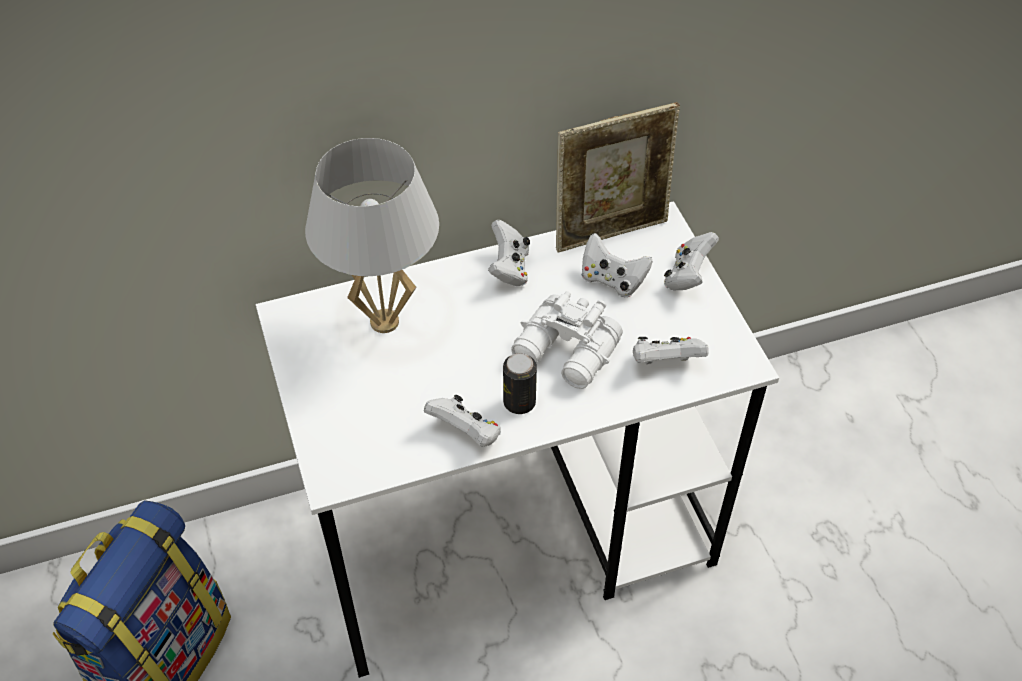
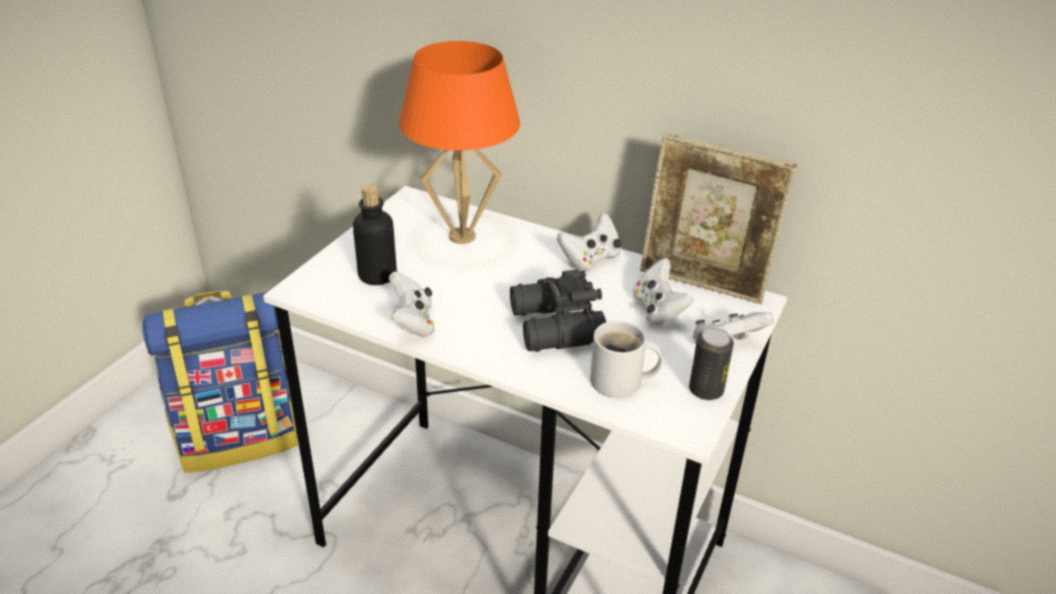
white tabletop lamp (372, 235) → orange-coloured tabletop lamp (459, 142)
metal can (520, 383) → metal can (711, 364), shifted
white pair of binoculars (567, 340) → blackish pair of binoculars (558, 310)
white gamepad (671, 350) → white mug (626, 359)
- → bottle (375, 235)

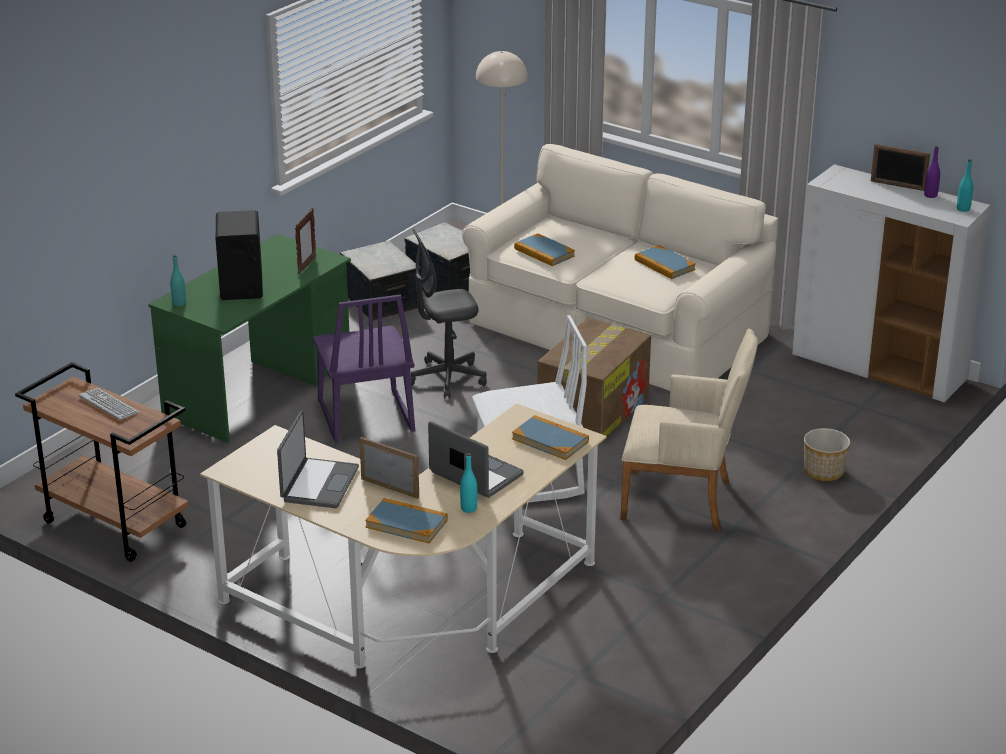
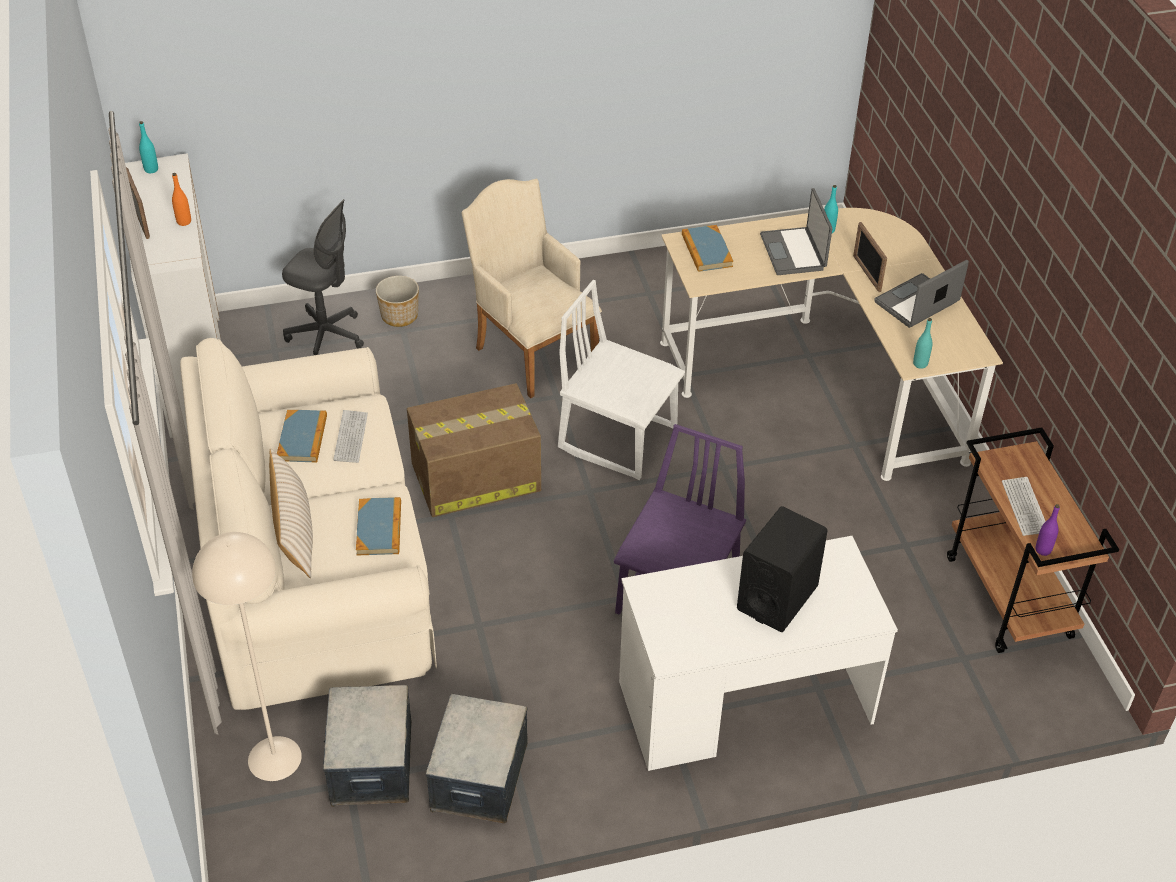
green desk unit (250, 338) → white desk unit (758, 653)
turquoise bottle (178, 280) → turquoise bottle (922, 343), shifted
standing frame (305, 241) → -
volume (406, 520) → -
greyish computer chair (449, 313) → greyish computer chair (323, 277), shifted
purple bottle (932, 172) → purple bottle (1047, 530), shifted
- → orange-coloured bottle (181, 199)
- → sand-coloured pillow (291, 513)
- → keyboard (350, 436)

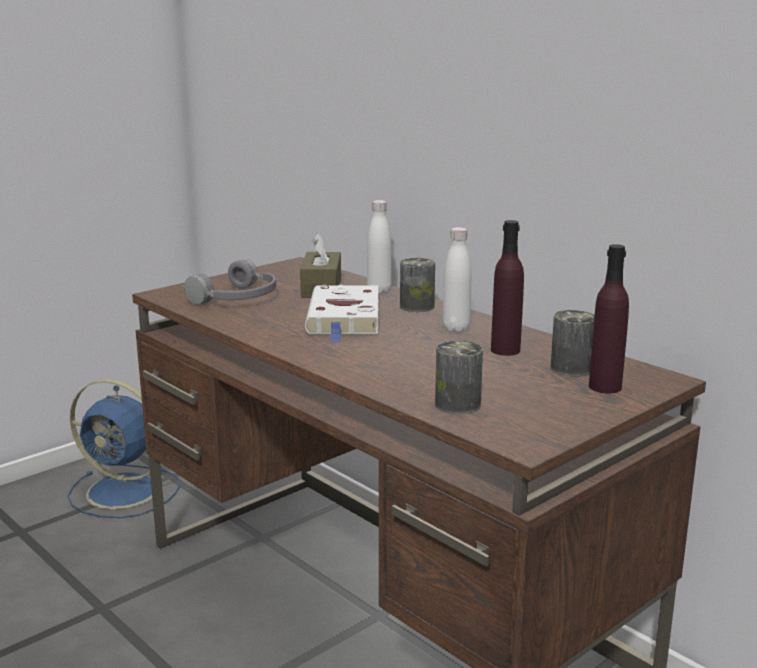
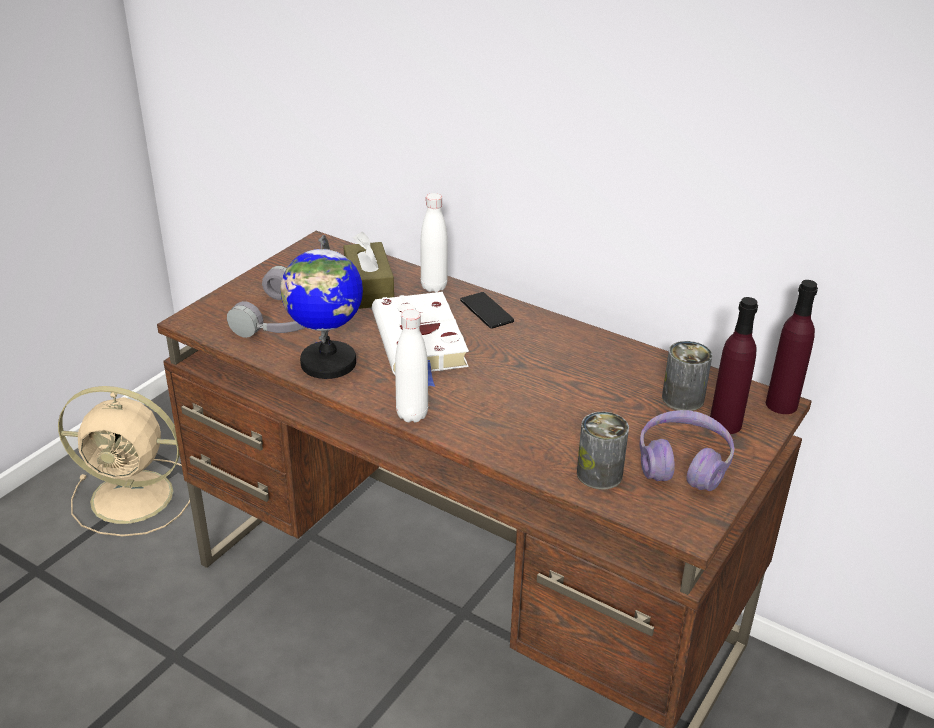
blue-coloured electric fan (124, 448) → sand-coloured electric fan (124, 461)
metal can (417, 285) → phone (487, 310)
white bottle (457, 280) → white bottle (411, 366), shifted
purple bottle (507, 288) → purple bottle (792, 347), shifted
- → world globe (321, 307)
- → purple headset (687, 450)

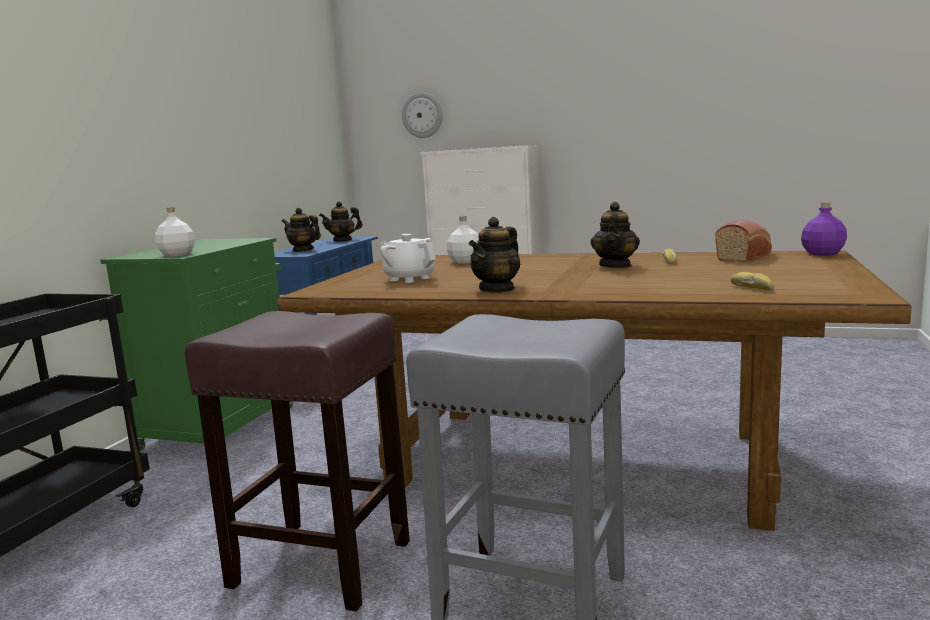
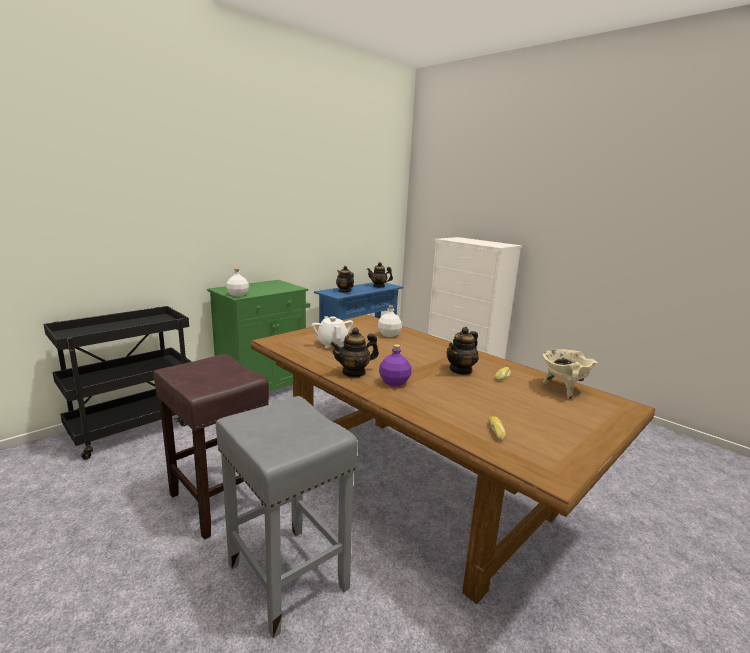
hanging clock (422, 115) → -
baked bread (743, 241) → sand-coloured cooking pot (570, 374)
purple bottle (824, 229) → purple bottle (395, 365), shifted

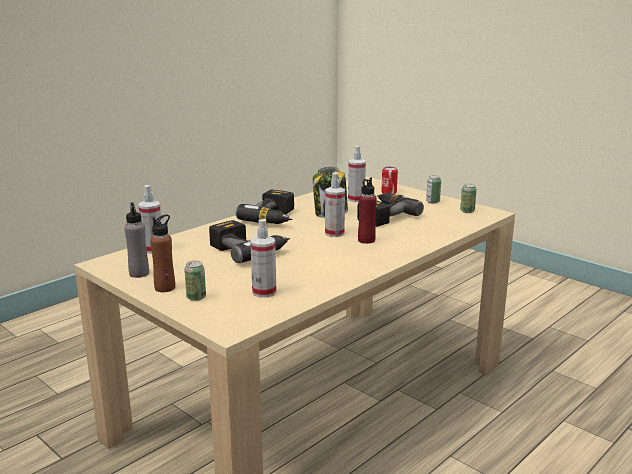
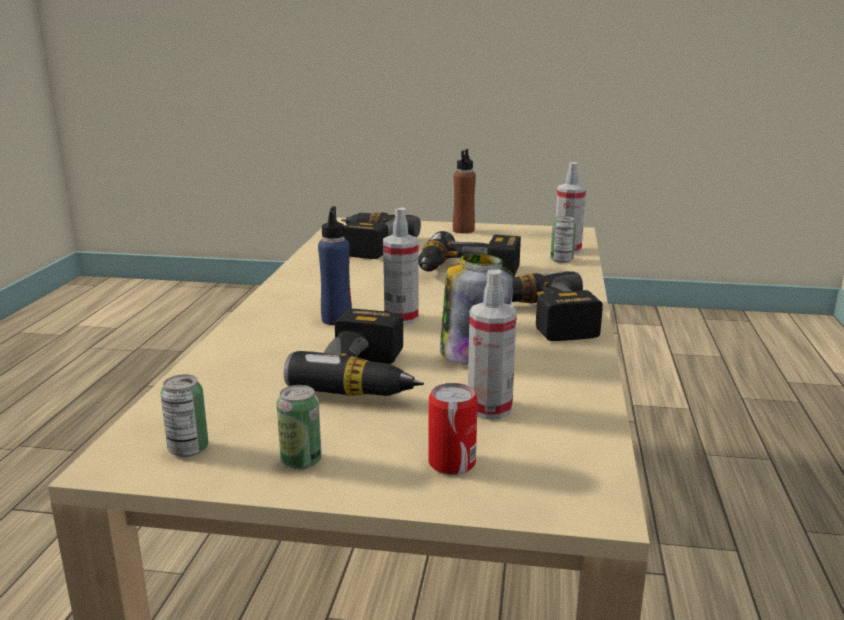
greyish bottle (136, 240) → -
metal can (195, 281) → metal can (563, 239), shifted
hand sprayer (263, 258) → electric drill (381, 235)
reddish bottle (367, 210) → blue-coloured bottle (335, 265)

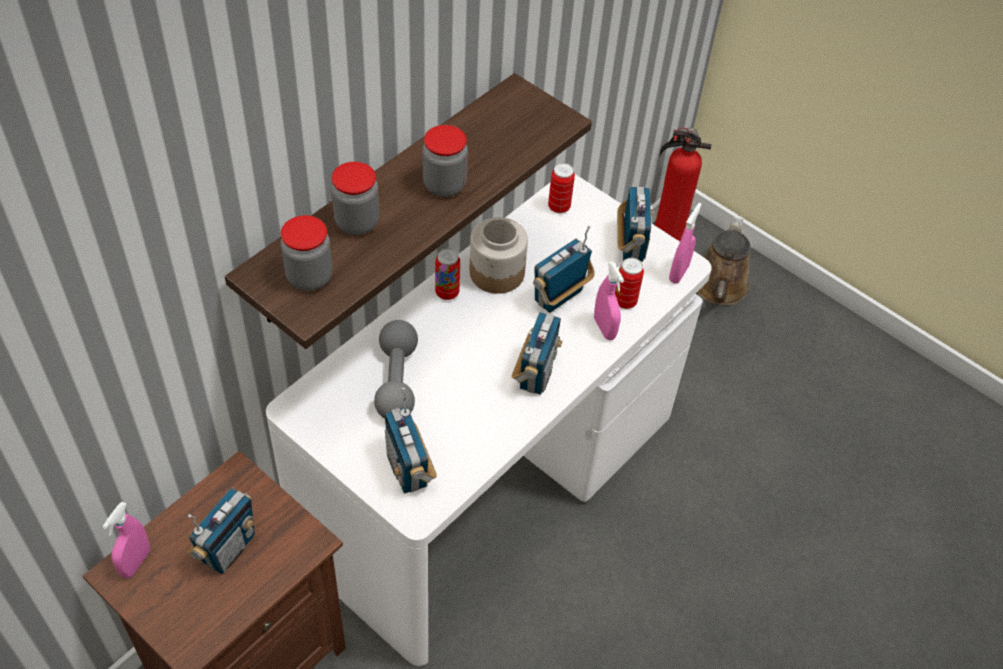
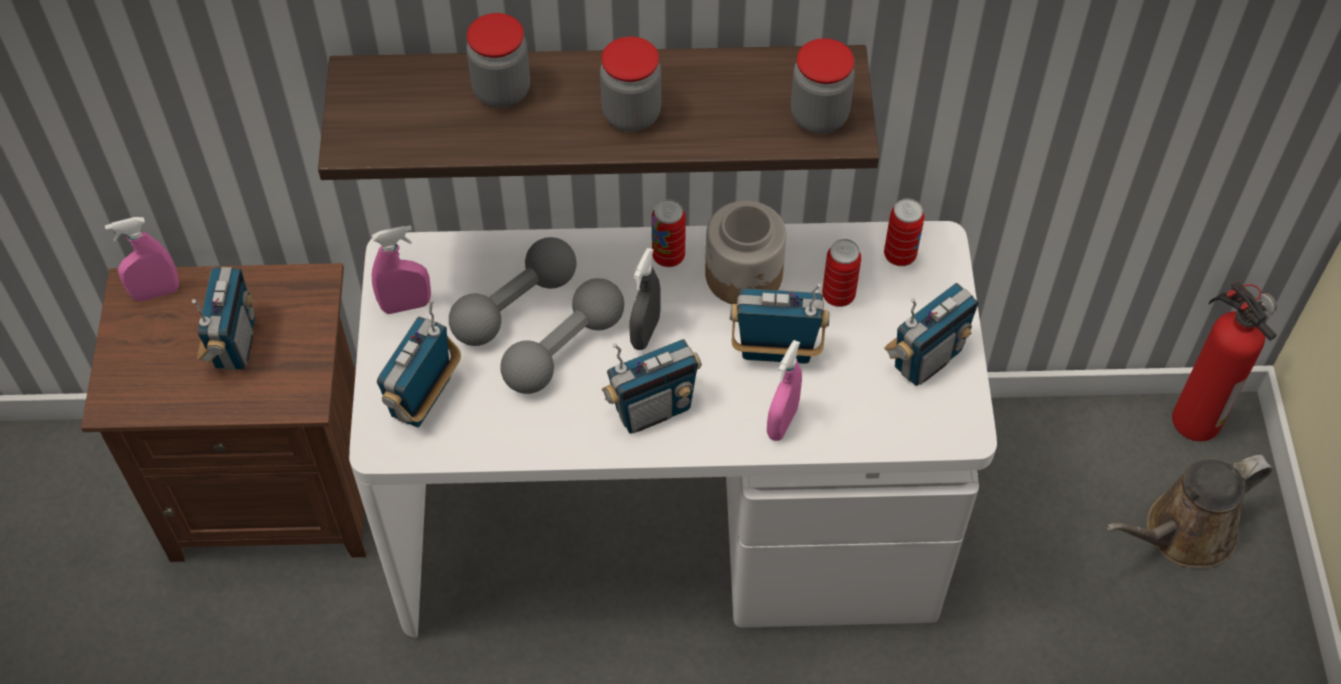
radio set (221, 531) → radio set (223, 318), 75 degrees counterclockwise
jar (306, 253) → jar (823, 86), shifted
metal can (629, 283) → metal can (841, 273), shifted
pinkish hand sprayer (685, 243) → pinkish hand sprayer (401, 269), shifted
- → greyish hand weight (562, 336)
- → greyish hand sprayer (645, 299)

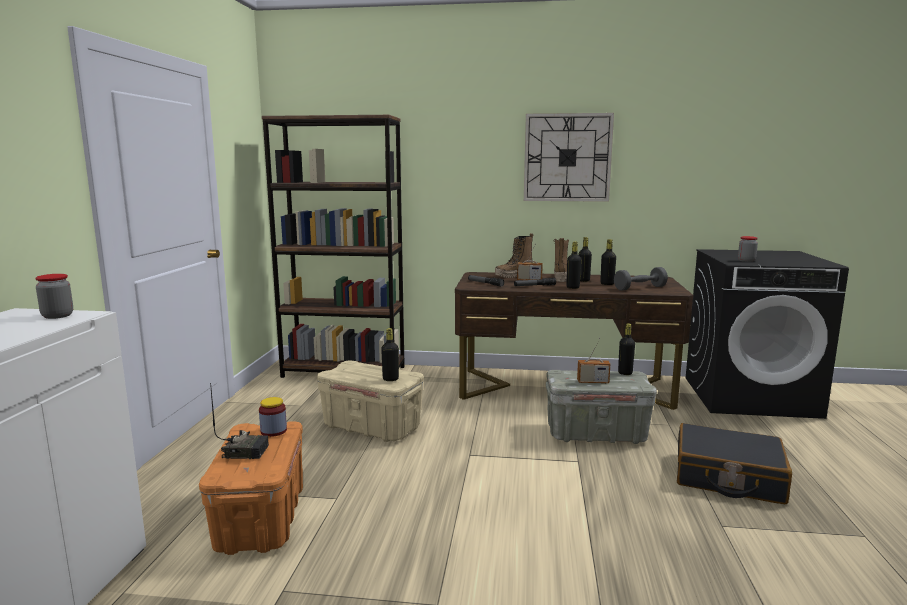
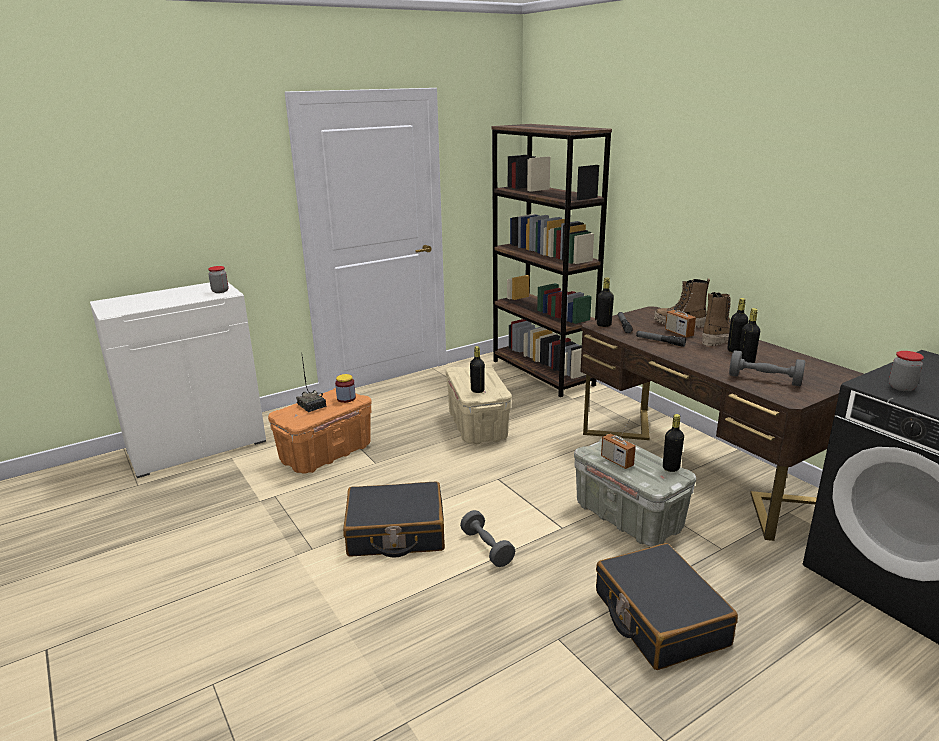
hanging clock (569, 157) → -
blackish bottle (574, 265) → blackish bottle (605, 302), shifted
- → blackish suitcase (394, 519)
- → greyish hand weight (487, 538)

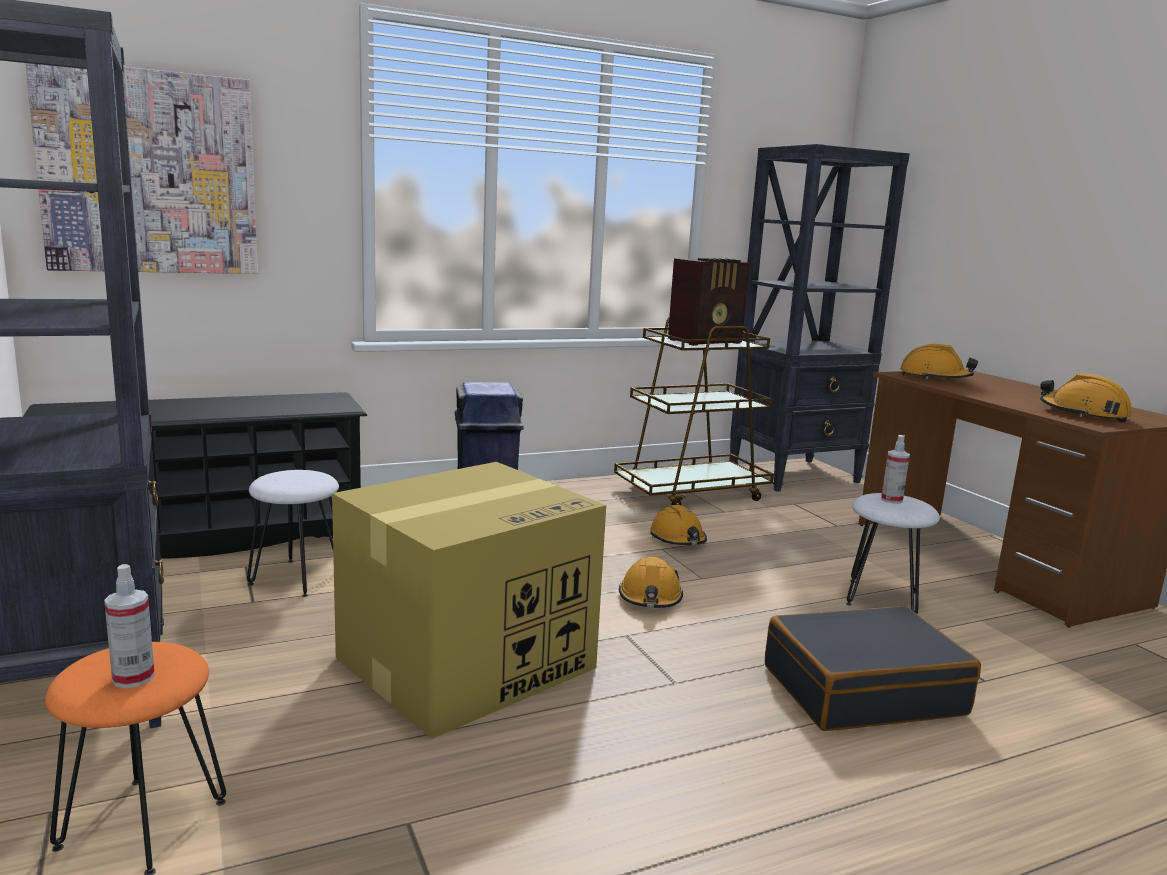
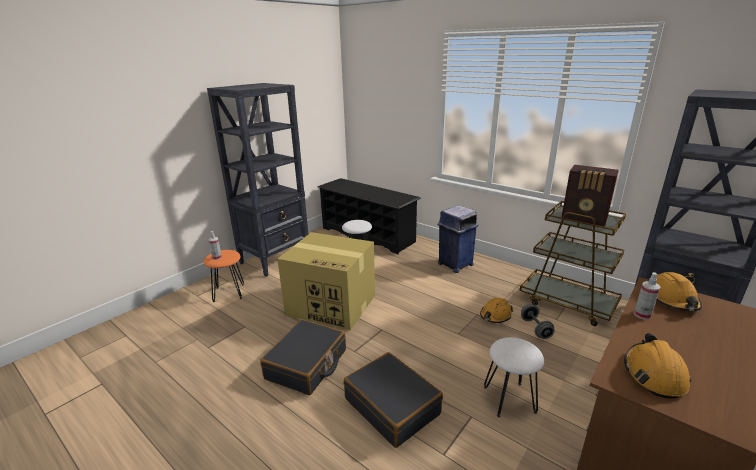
picture (141, 168) → -
orange-coloured work helmet (651, 582) → -
hand sprayer (895, 469) → hand sprayer (647, 296), shifted
- → blackish suitcase (303, 357)
- → greyish hand weight (538, 321)

